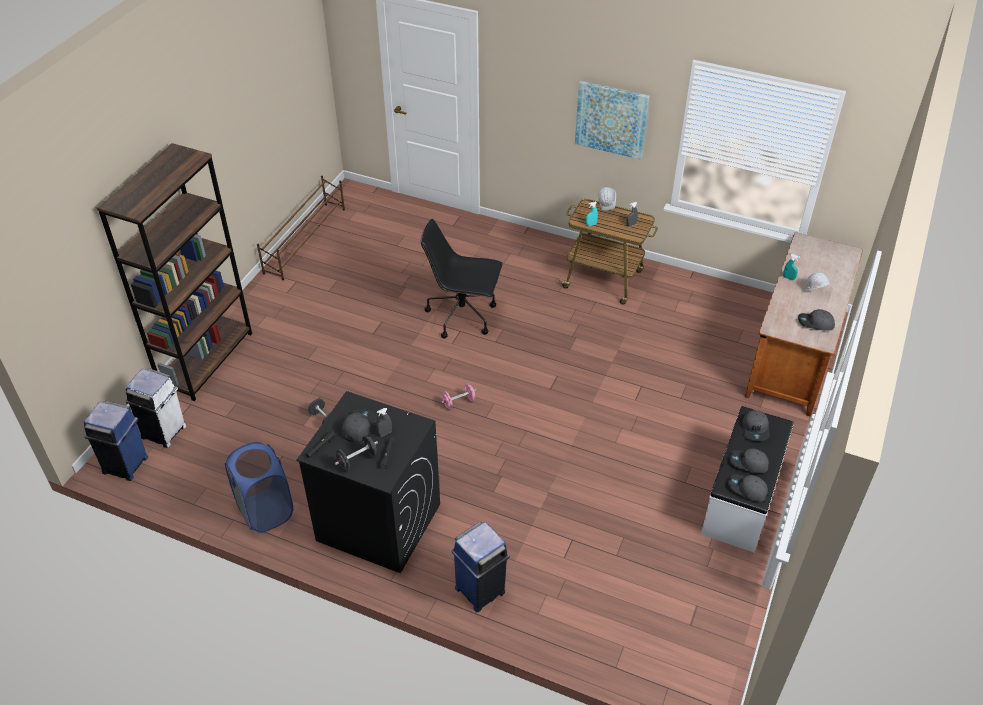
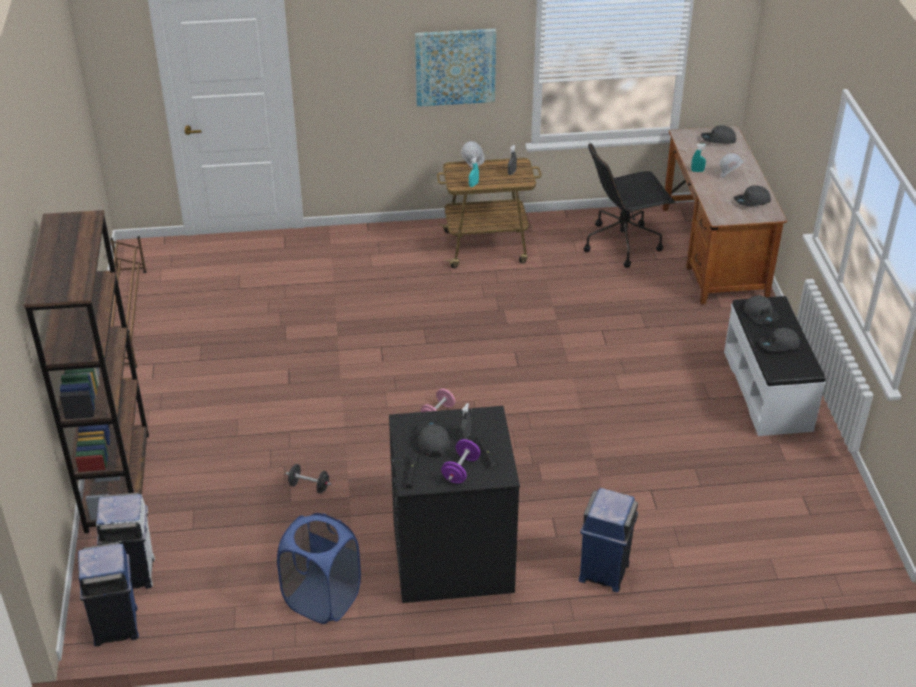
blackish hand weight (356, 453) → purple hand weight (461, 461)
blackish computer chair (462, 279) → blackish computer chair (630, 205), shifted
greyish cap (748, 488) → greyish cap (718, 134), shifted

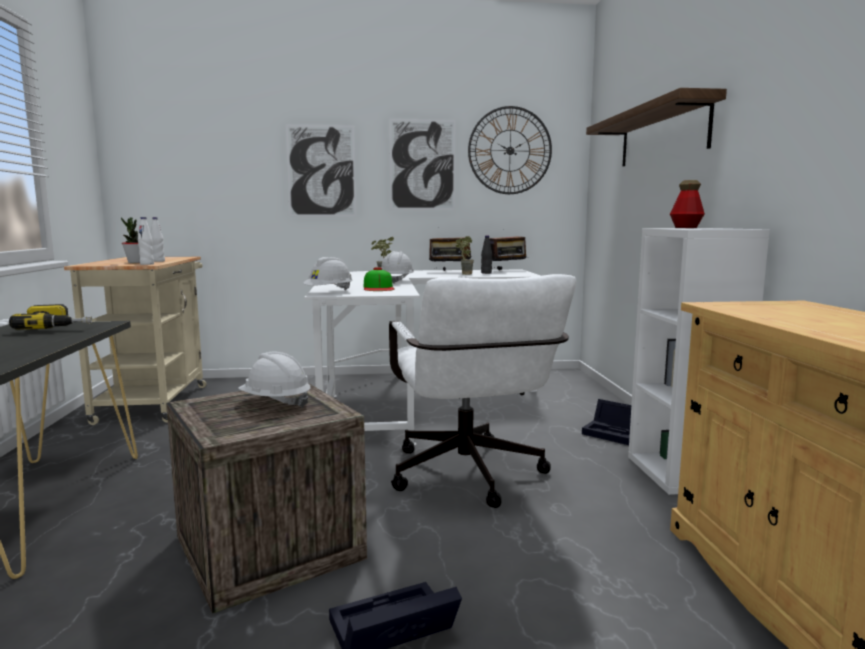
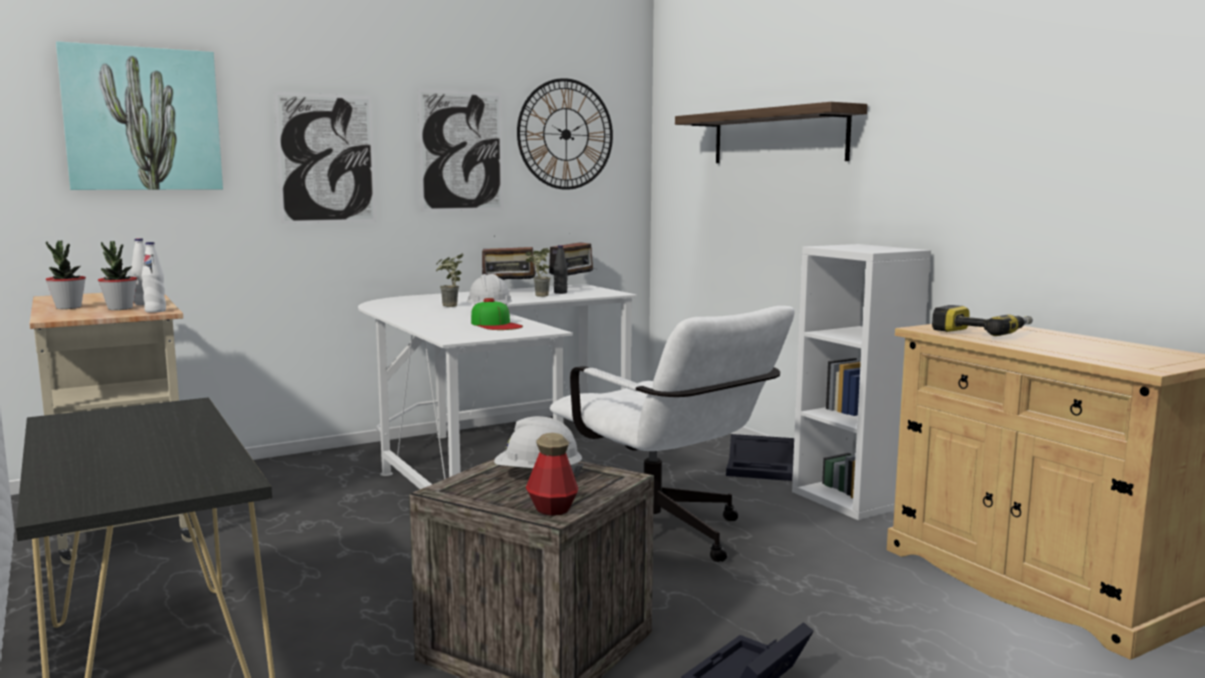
electric drill (50, 317) → electric drill (982, 320), shifted
white work helmet (328, 273) → -
bottle (687, 204) → bottle (552, 474), shifted
- → potted plant (66, 275)
- → picture (139, 115)

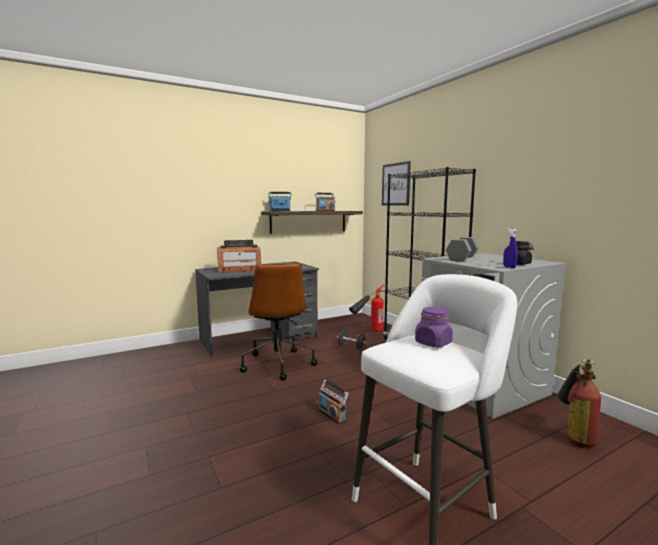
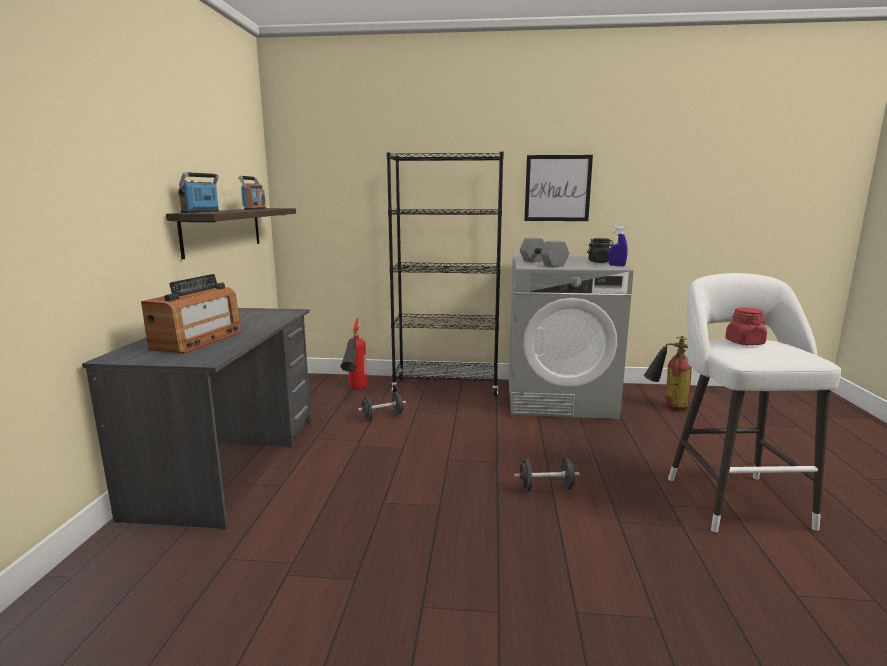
brown computer chair (278, 322) → -
radio set (334, 402) → blackish hand weight (547, 474)
picture (396, 183) → picture (558, 188), shifted
purple jar (434, 327) → reddish jar (746, 326)

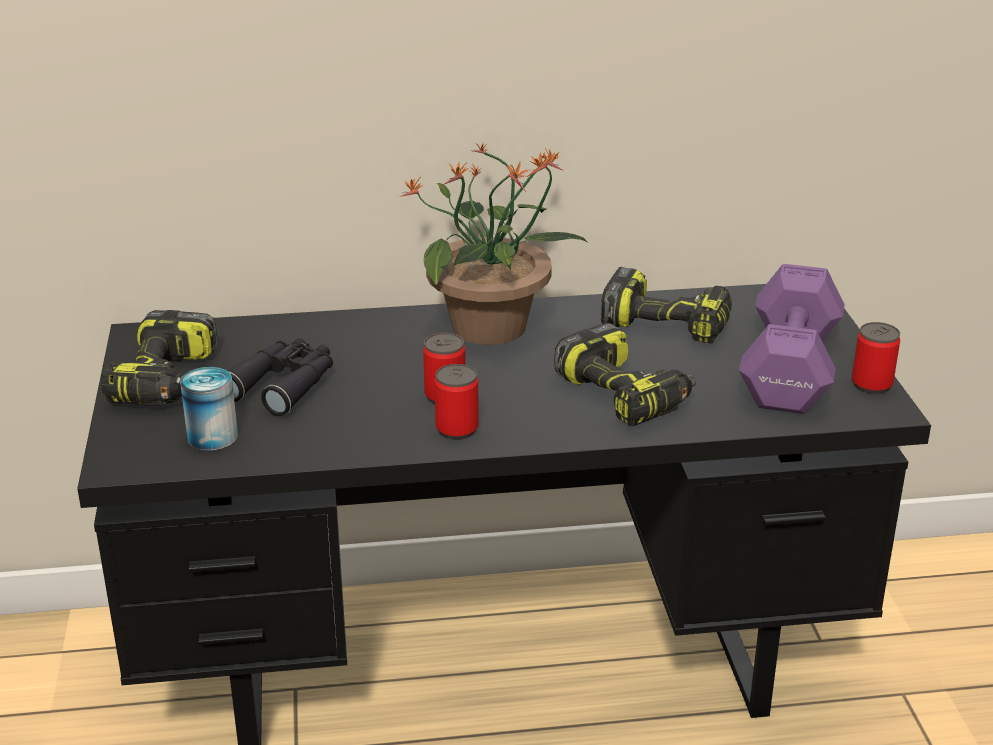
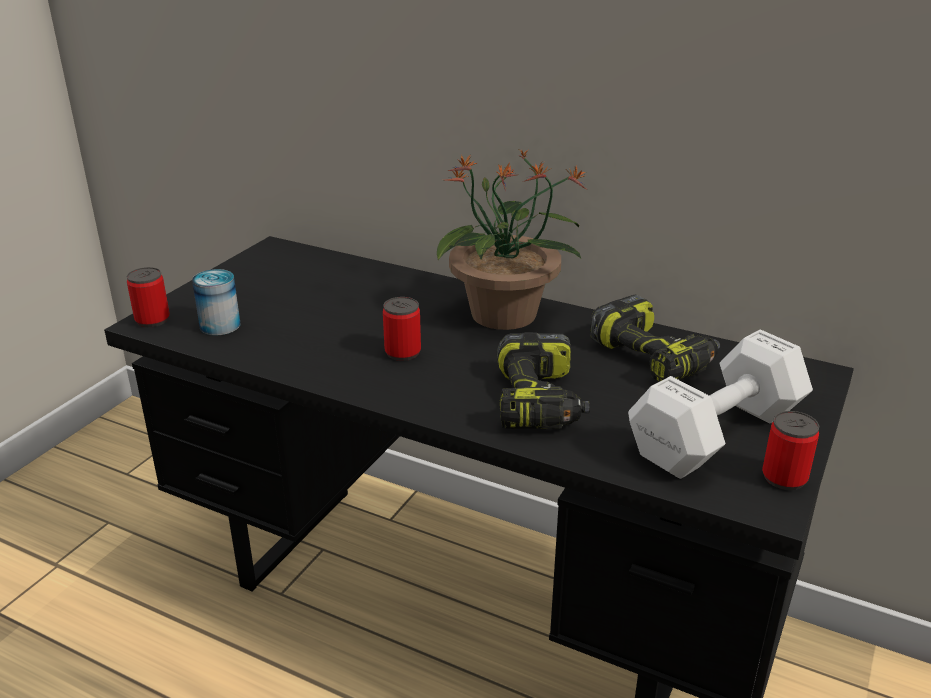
electric drill (159, 358) → -
blackish pair of binoculars (280, 377) → -
metal can (456, 402) → metal can (148, 297), shifted
purple hand weight (792, 339) → white hand weight (720, 404)

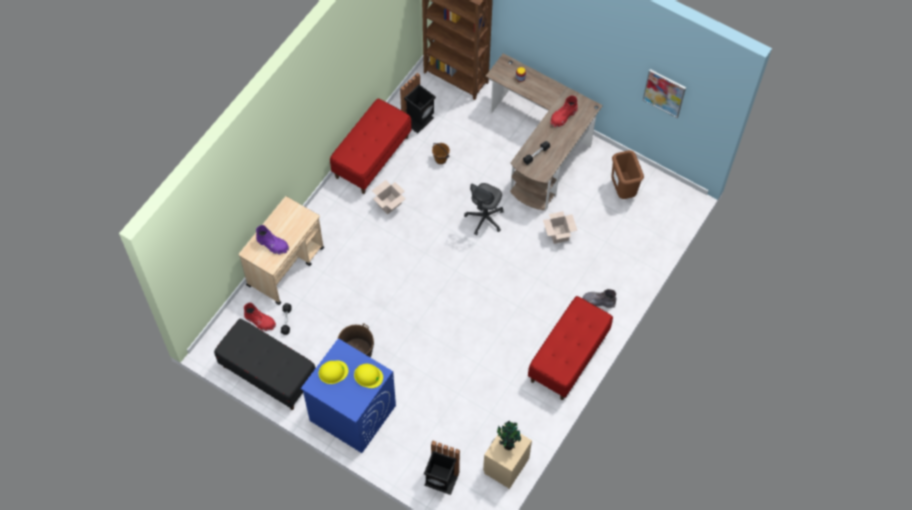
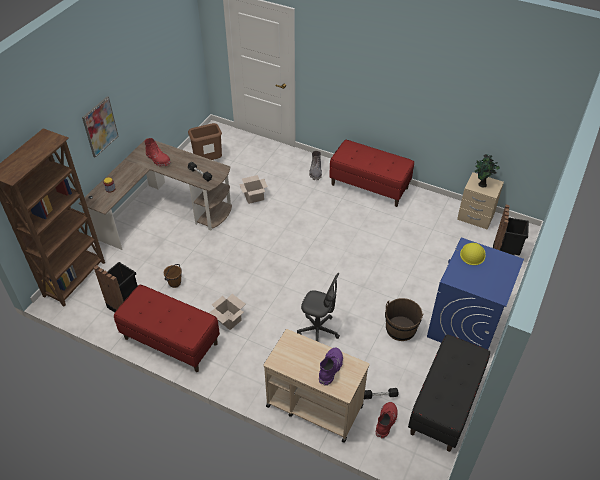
yellowish work helmet (333, 372) → -
greyish computer chair (484, 209) → greyish computer chair (318, 307), shifted
picture (664, 93) → picture (100, 126), shifted

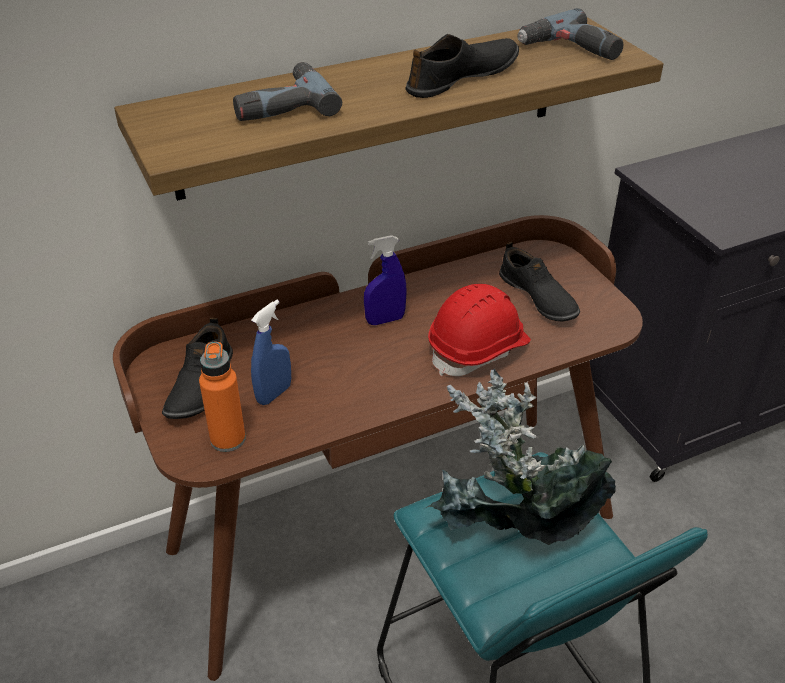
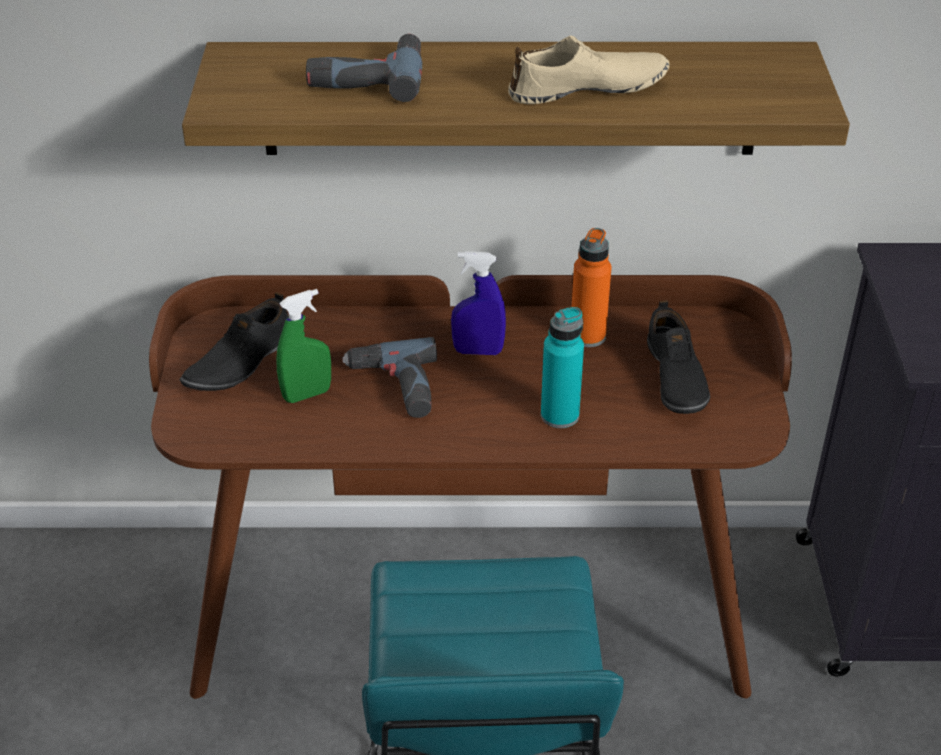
orange-coloured bottle (222, 397) → orange-coloured bottle (591, 287), shifted
blue-coloured hand sprayer (271, 352) → green hand sprayer (303, 346)
blackish shoe (462, 66) → sand-coloured shoe (589, 70)
potted plant (520, 457) → -
reddish work helmet (479, 330) → turquoise bottle (562, 367)
electric drill (570, 34) → electric drill (389, 377), shifted

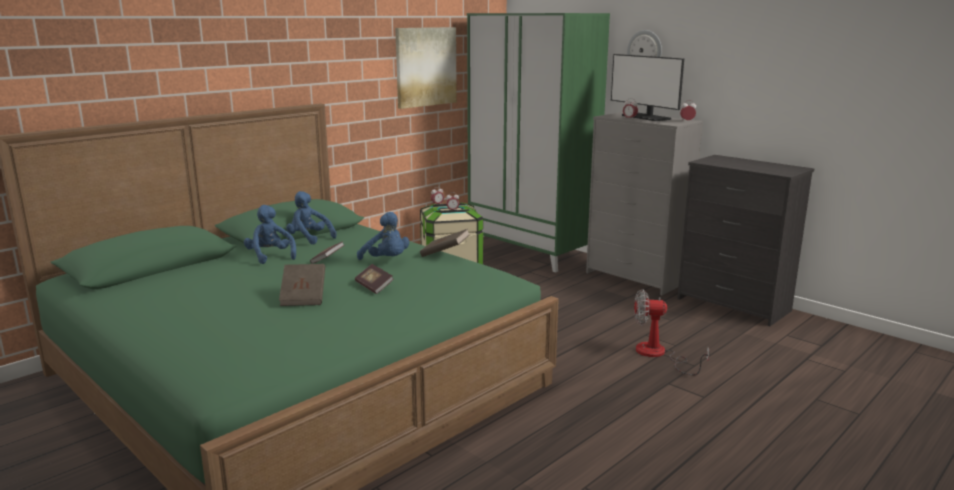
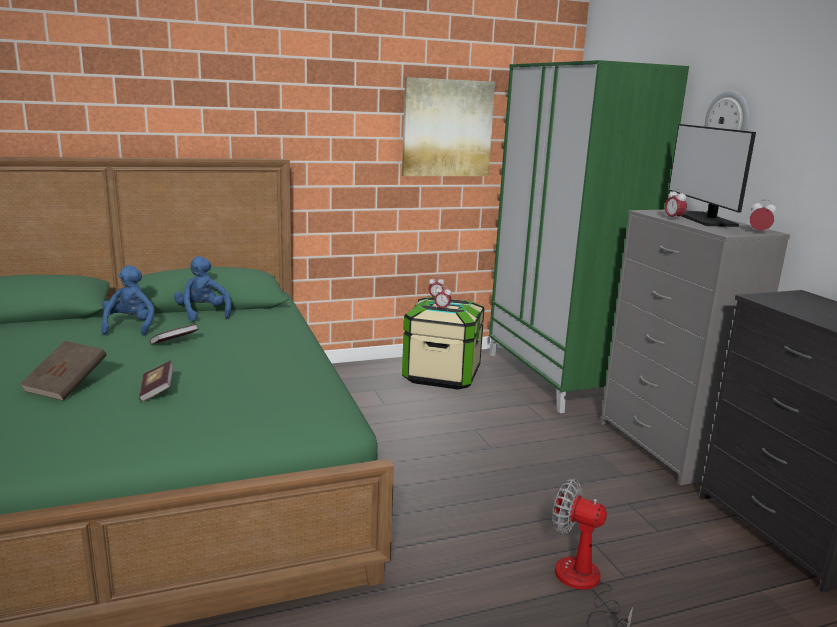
blue-coloured plush toy (383, 236) → -
brown volume (444, 243) → -

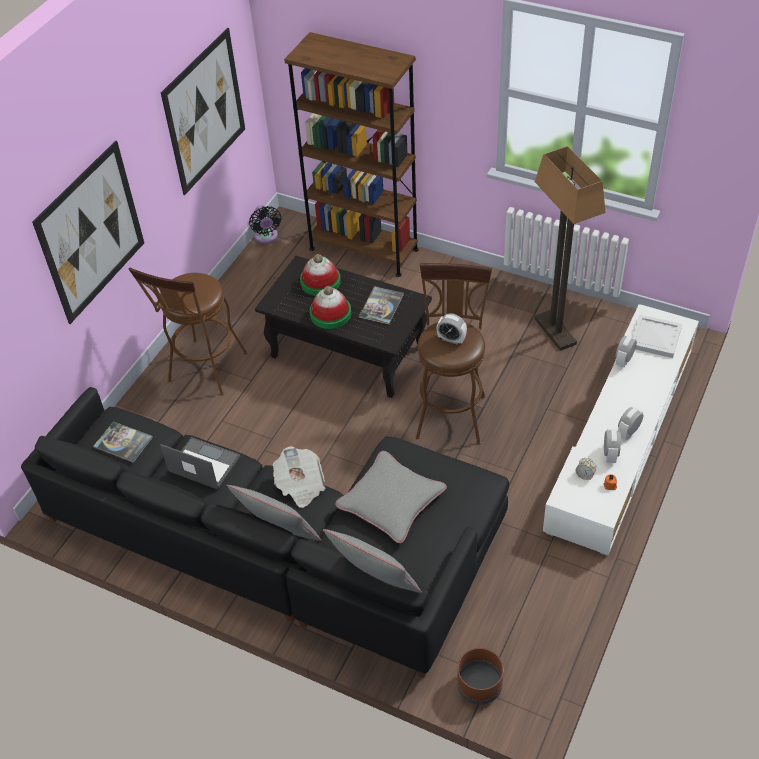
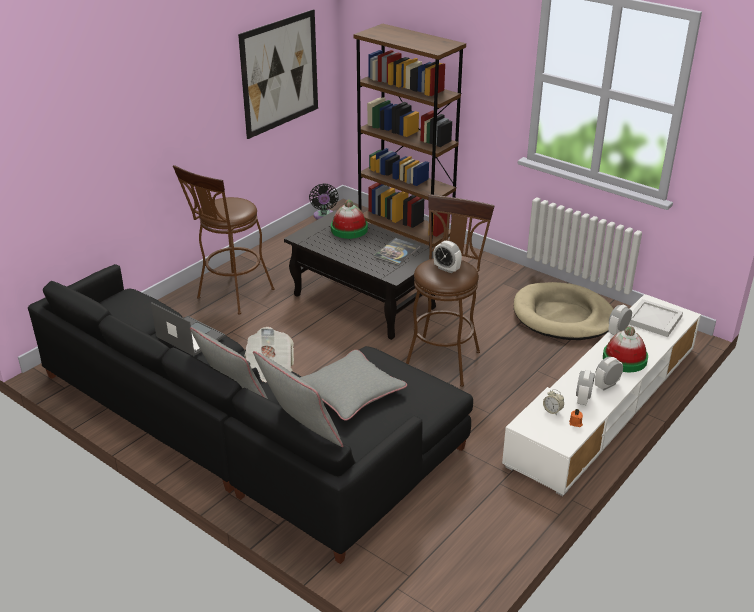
picture (88, 232) → -
volume (123, 442) → -
wearable hat (330, 307) → wearable hat (625, 349), shifted
brown flower pot (480, 676) → -
floor lamp (570, 248) → sand-coloured dog bed (563, 311)

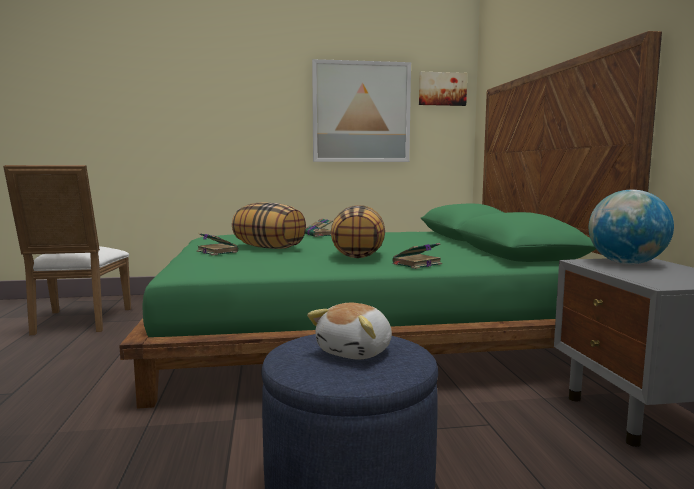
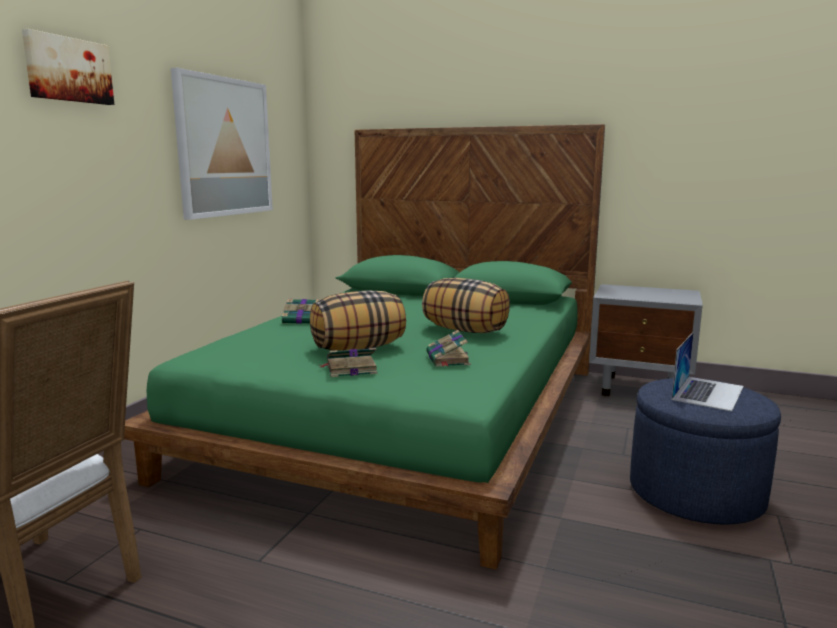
plush toy (349, 331) → portable computer (707, 371)
volume (416, 256) → volume (448, 348), shifted
picture (443, 89) → picture (68, 67), shifted
world globe (631, 227) → -

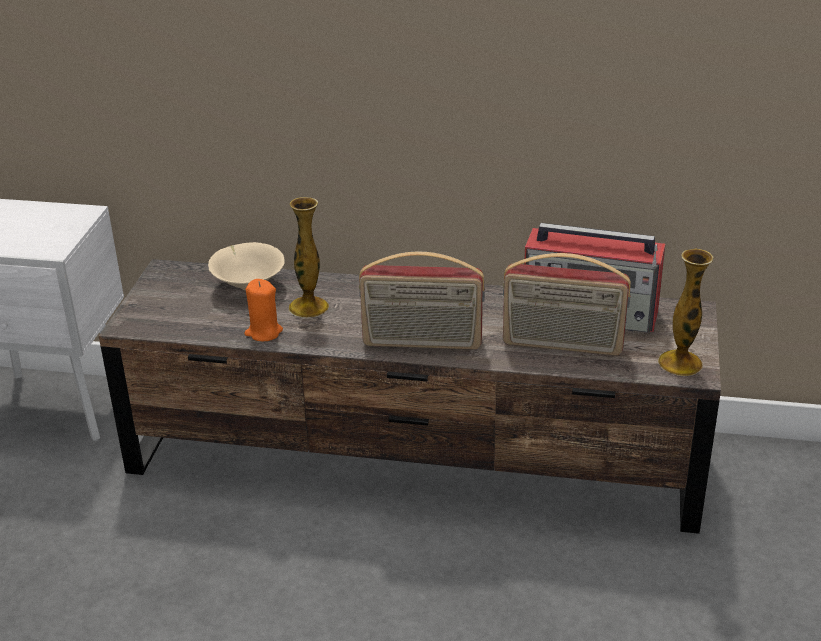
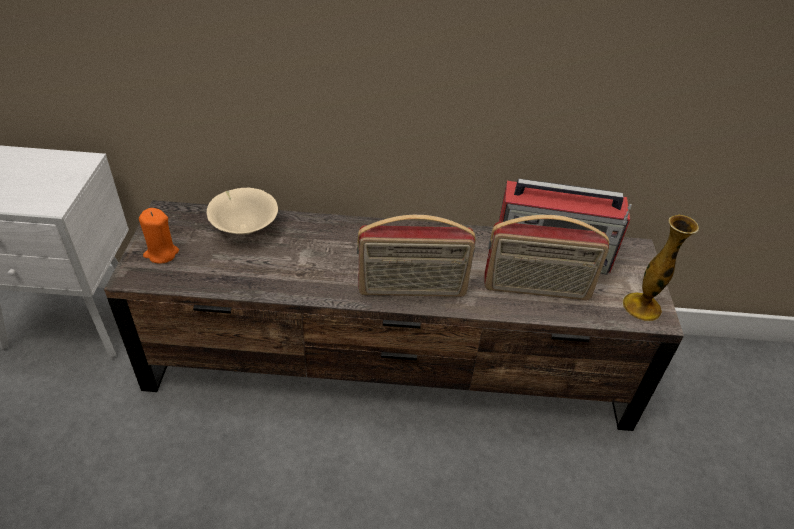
orange-coloured candle (263, 310) → orange-coloured candle (159, 236), shifted
decorative vase (309, 257) → -

